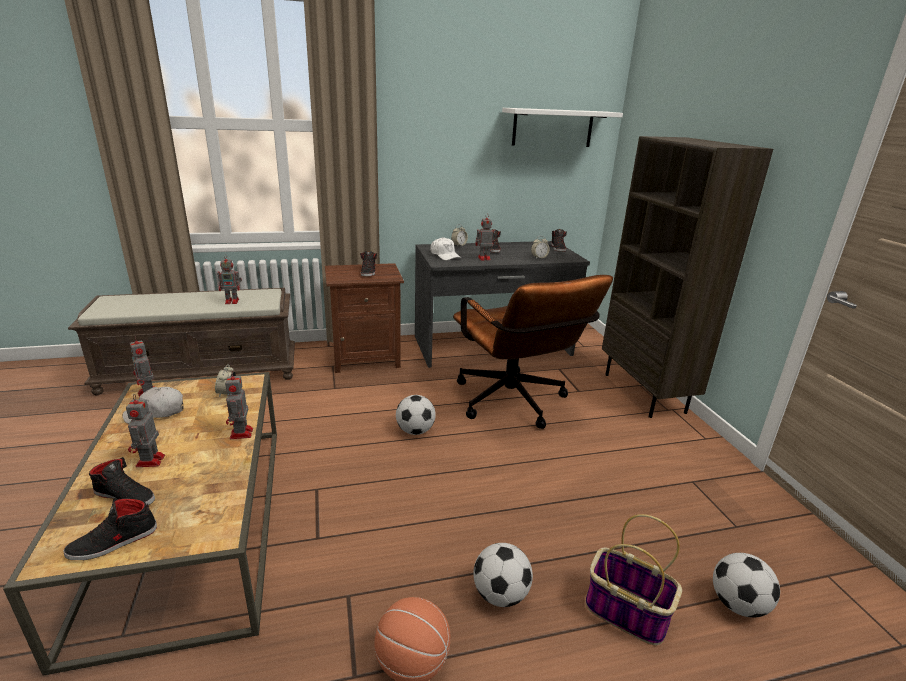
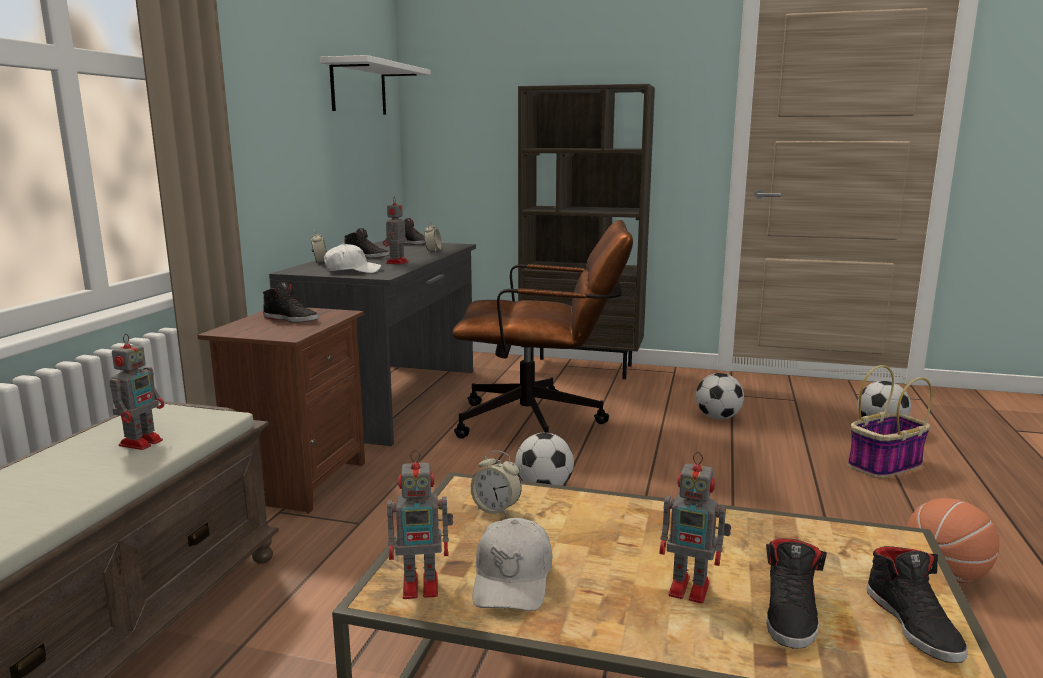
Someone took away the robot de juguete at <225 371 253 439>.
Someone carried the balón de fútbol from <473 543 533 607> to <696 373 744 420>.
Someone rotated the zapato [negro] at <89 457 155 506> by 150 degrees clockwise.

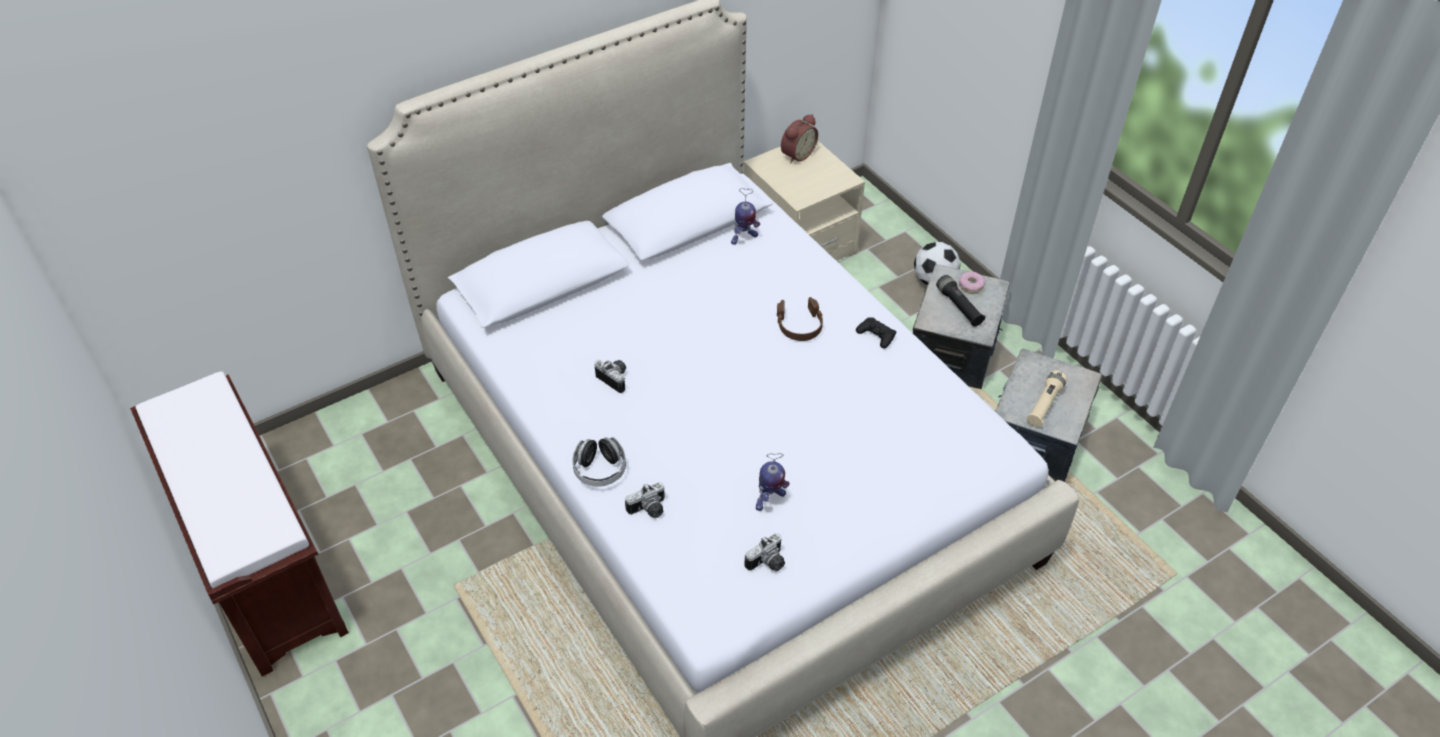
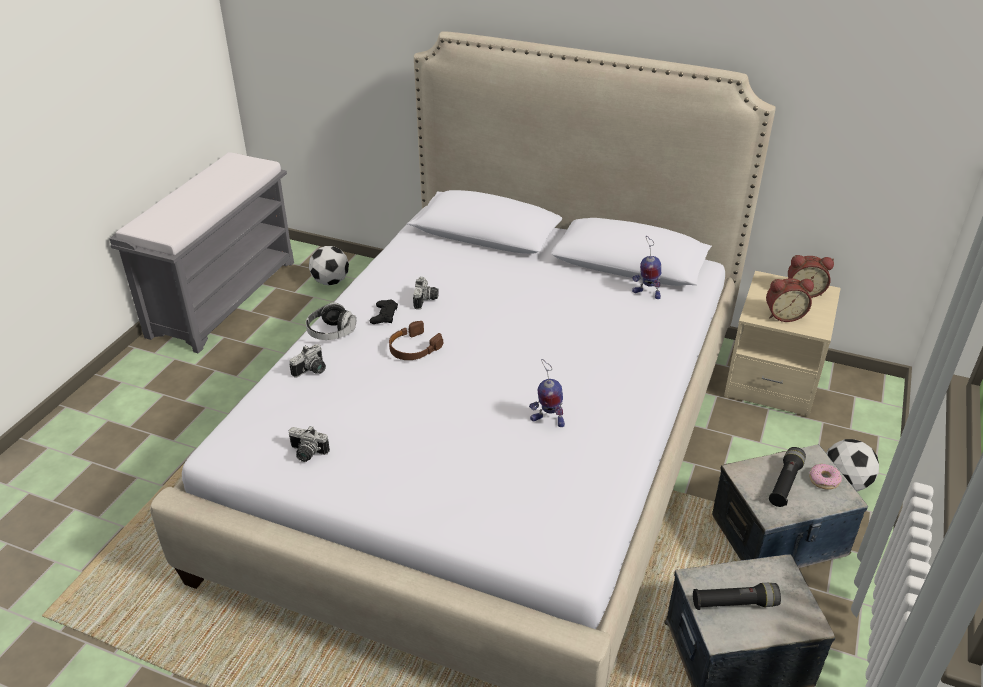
Someone put down the balón de fútbol at <309 246 349 285>.
Someone put down the despertador at <766 278 814 322>.
Someone carried the robot de juguete from <756 453 790 511> to <529 359 565 427>.
Someone carried the auriculares [marrón] from <777 297 823 341> to <389 321 443 360>.
Someone carried the mando de consola [negro] from <856 317 896 349> to <370 300 398 324>.
Someone repainted the banco [marrón] at <130 372 349 677>, which became the banco [gris] at <109 152 294 353>.
Someone repainted the linterna [beis] at <1027 370 1067 427>, which became the linterna [negro] at <693 583 781 610>.
Someone rotated the cámara at <625 482 665 518> by 75 degrees counterclockwise.

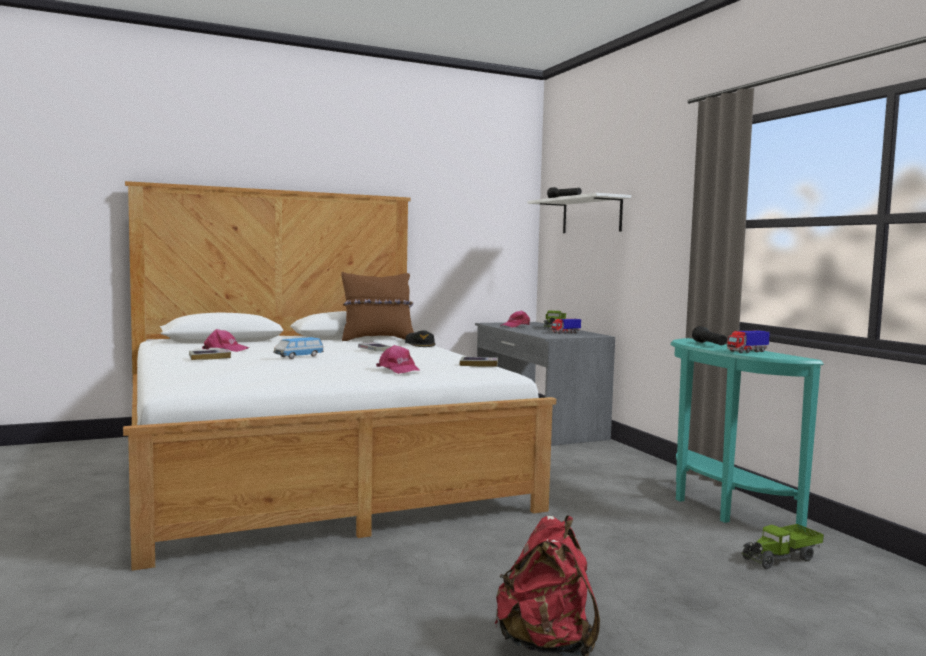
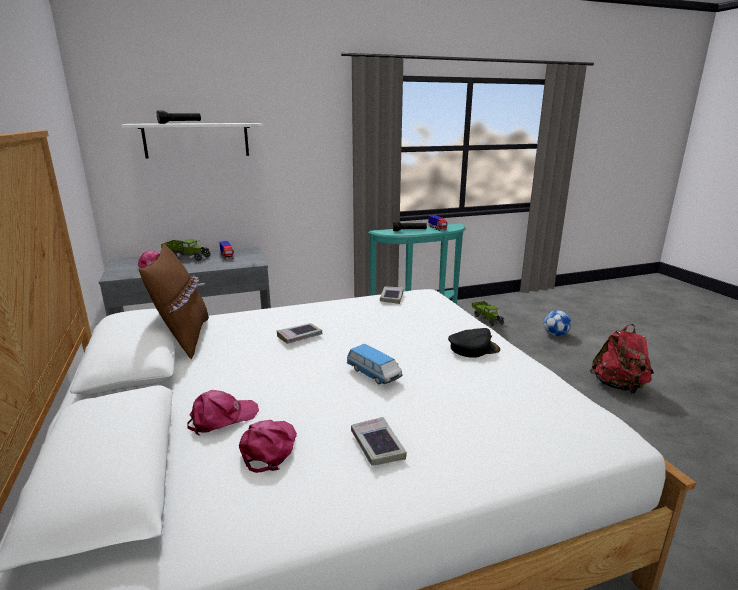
Someone put down the balón de fútbol at <544 310 572 337>.
Someone carried the gorra [rosa] from <376 345 422 374> to <187 390 259 436>.
Someone carried the gorra [negro] from <405 330 436 347> to <448 328 500 358>.

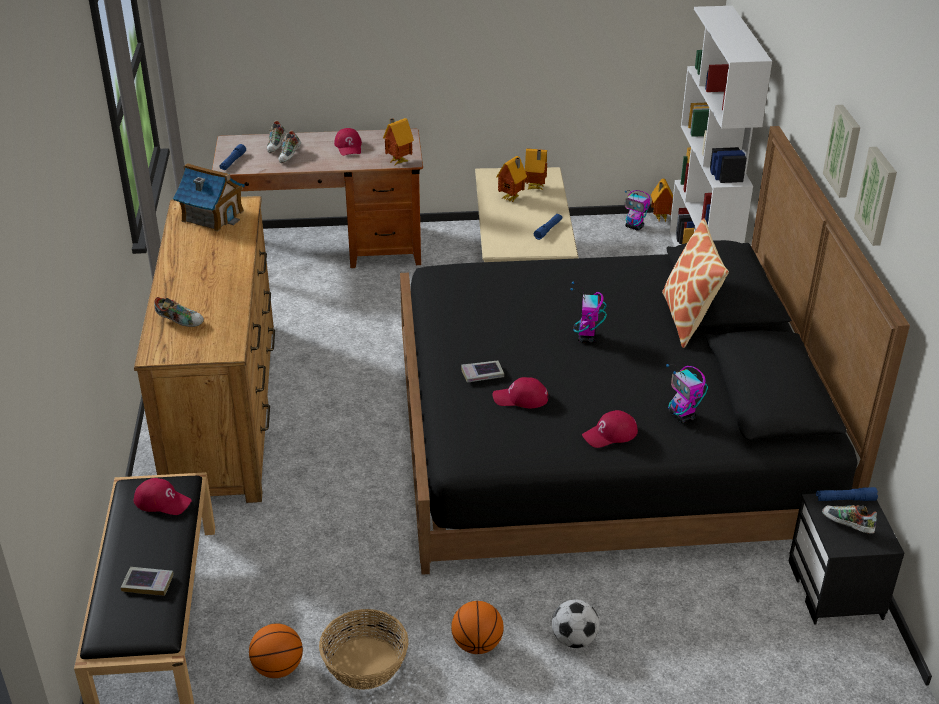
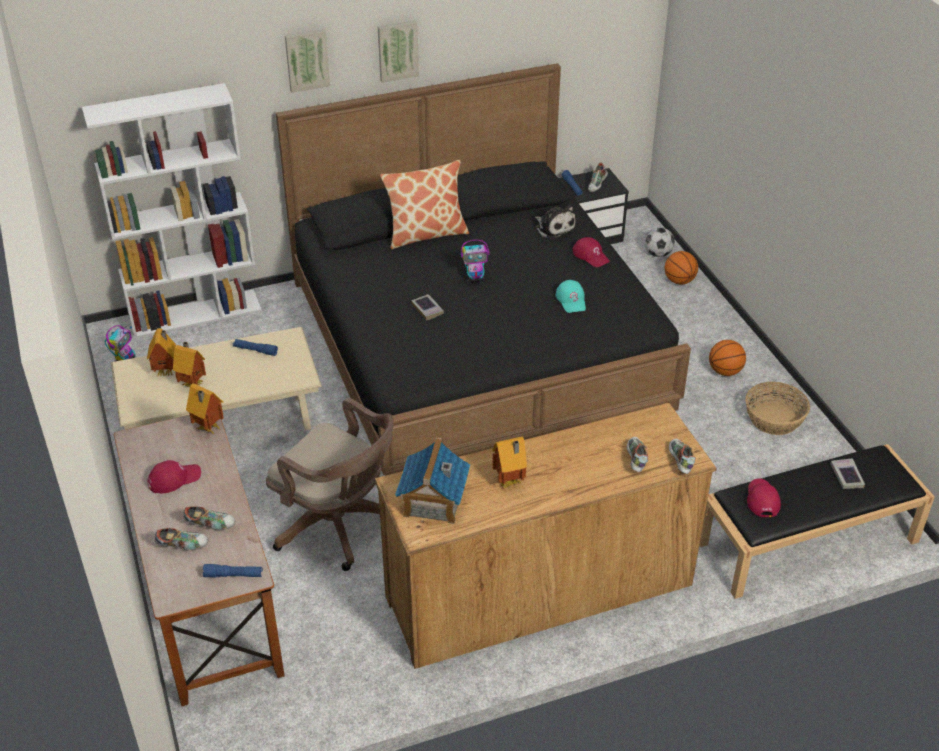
Someone put down the silla de oficina [marrón] at <266 398 394 571>.
Someone put down the zapato at <669 439 696 474>.
Someone carried the balón de baloncesto from <249 624 303 678> to <665 251 698 285>.
Someone carried the libro from <461 361 504 383> to <411 294 444 321>.
Someone carried the balón de fútbol from <552 599 599 648> to <645 227 675 257>.
Someone carried the casita from <651 179 673 222> to <492 437 527 489>.
Someone carried the cuadro from <854 147 897 246> to <285 29 330 93>.
Someone swapped the robot de juguete at <666 364 708 423> for the peluche at <535 204 576 240>.
Someone repainted the gorra [rojo] at <492 377 548 408>, which became the gorra [turquesa] at <556 280 586 313>.

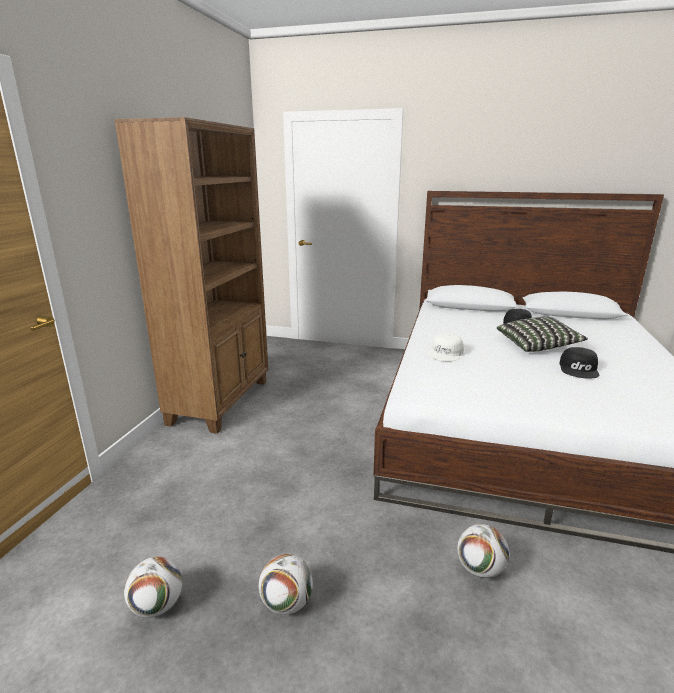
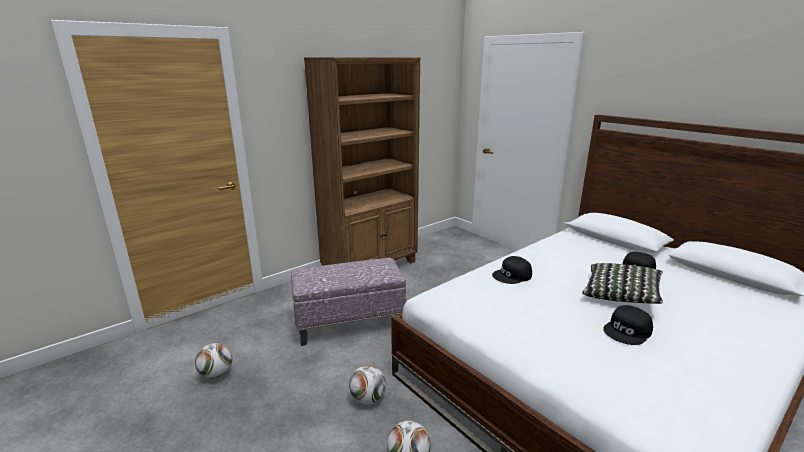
Someone put down the puf at <291 258 406 346>.
Someone carried the balón de fútbol from <259 554 313 615> to <349 365 386 404>.
Someone repainted the gorra [blanco] at <427 333 464 361>, which became the gorra [negro] at <492 256 532 284>.

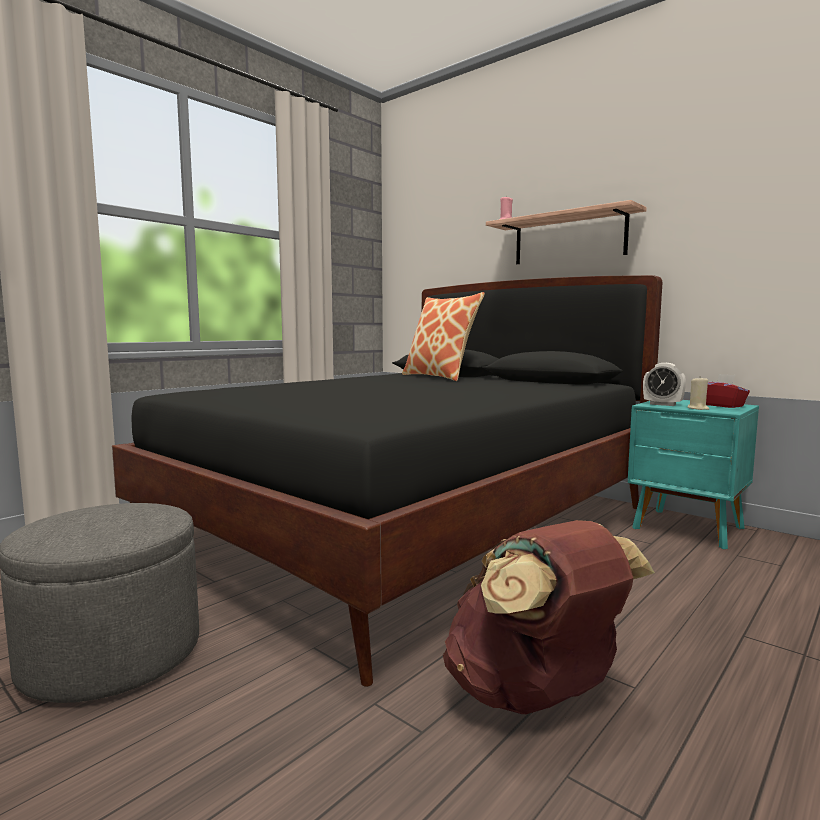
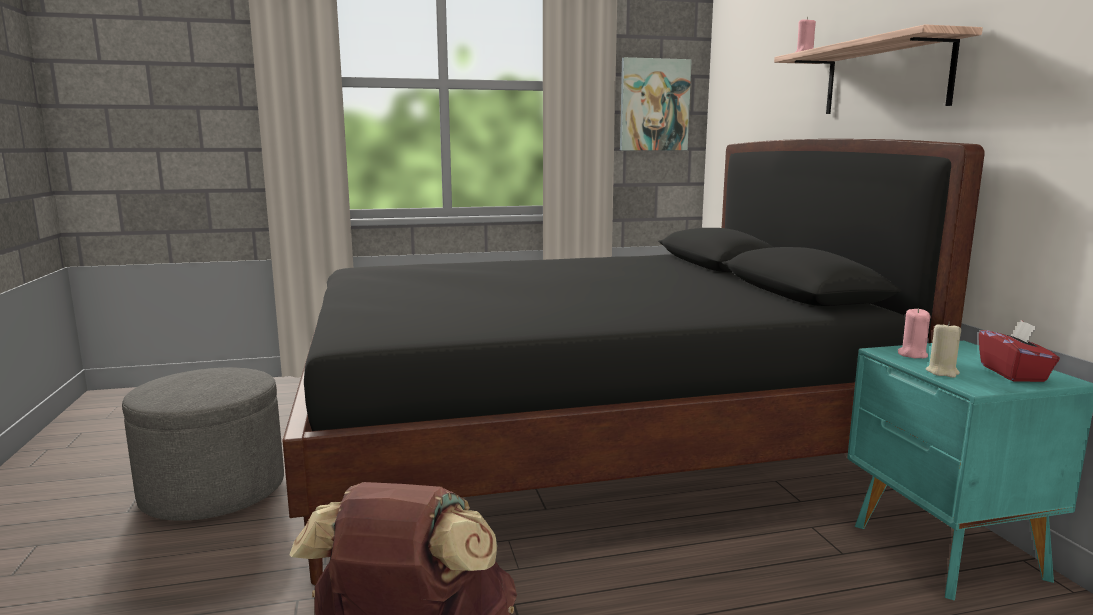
Someone took away the cojín at <402 292 485 381>.
Someone put up the cuadro at <620 57 692 151>.
Someone swapped the despertador at <643 363 686 406> for the vela [rosa] at <898 308 930 358>.

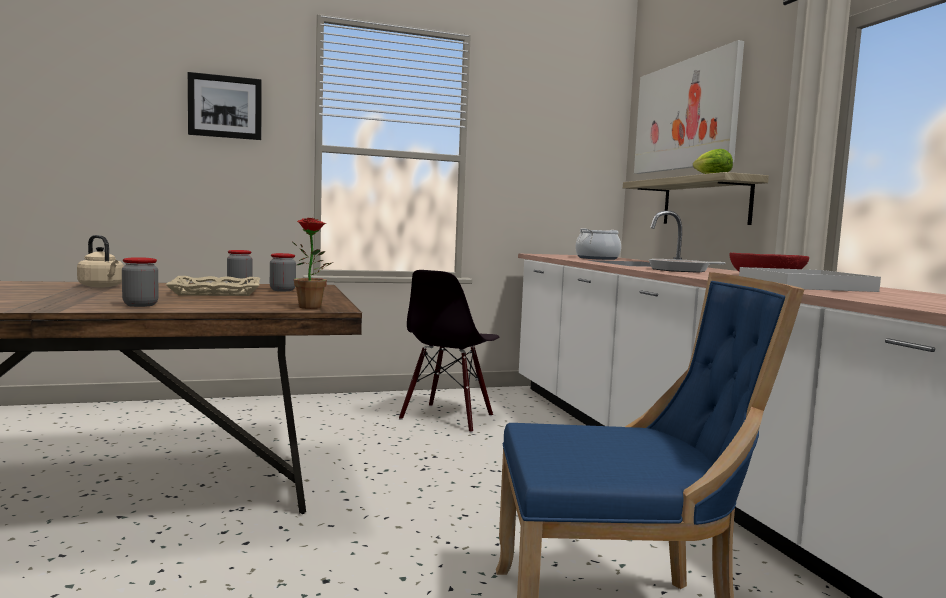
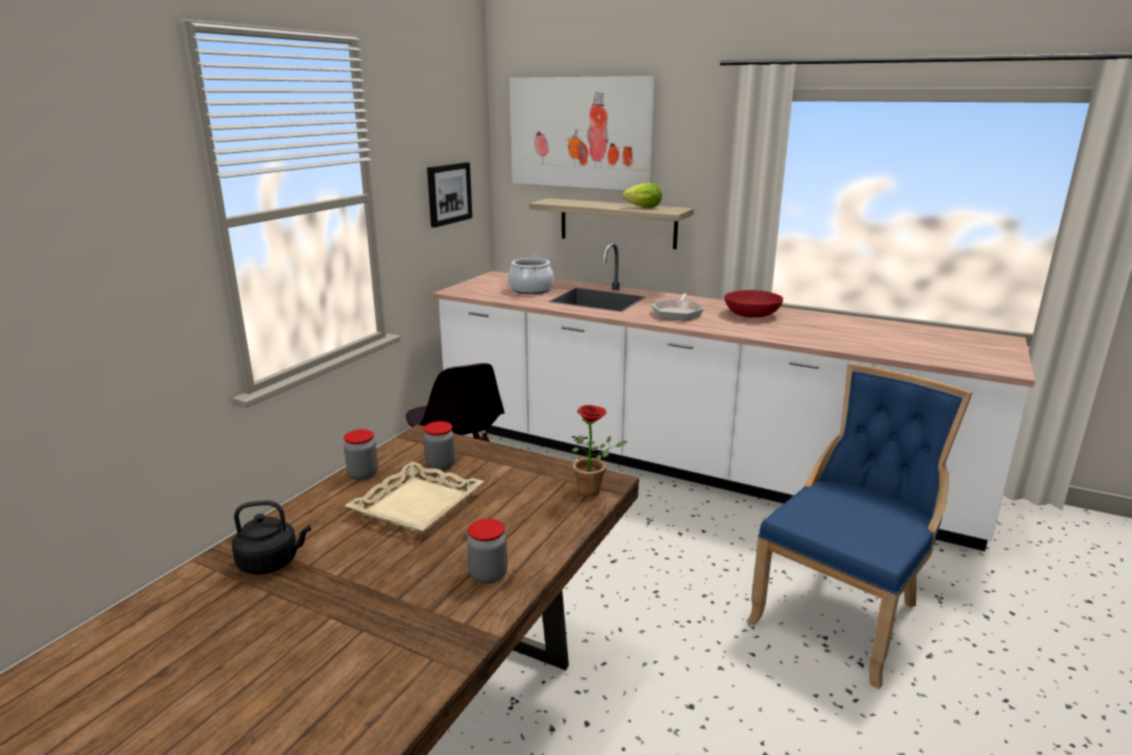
Someone took away the bandeja [blanco] at <739 267 881 292>.
Someone carried the cuadro from <188 72 262 140> to <427 162 472 228>.
Someone repainted the hervidor [beis] at <77 235 124 288>, which became the hervidor [negro] at <232 500 311 574>.

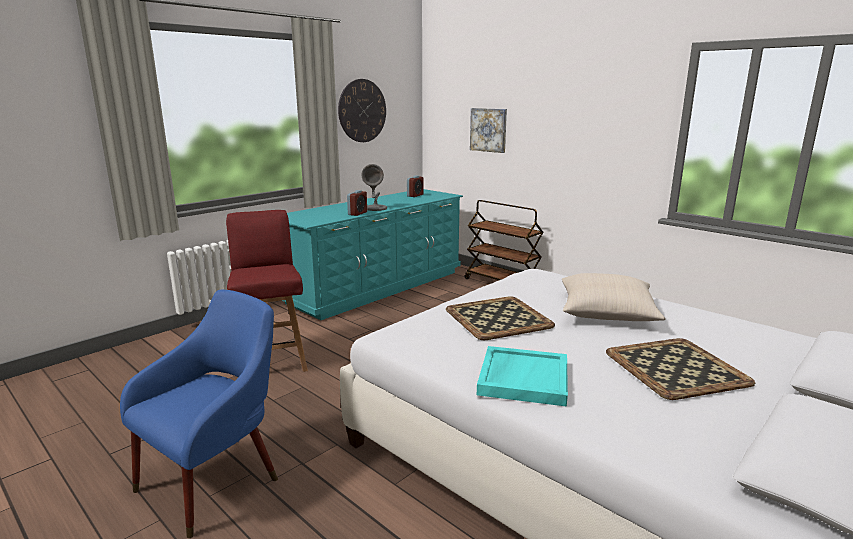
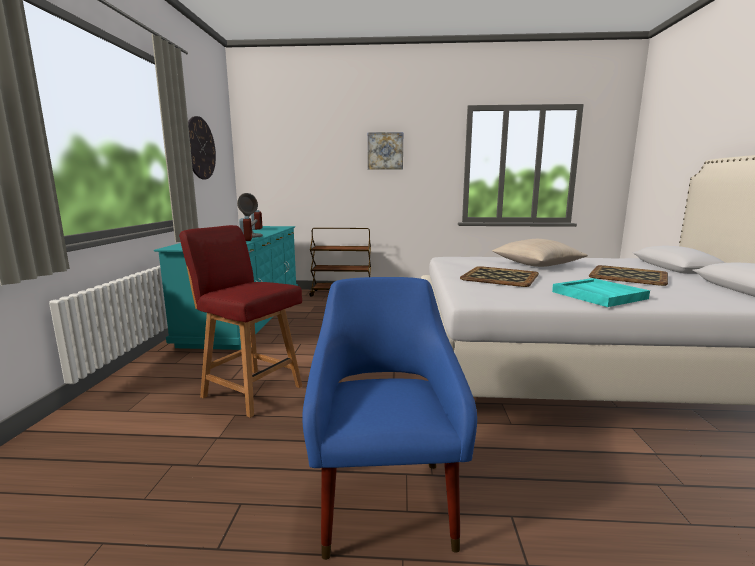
Someone carried the cuadro from <470 108 507 153> to <368 132 403 170>.

